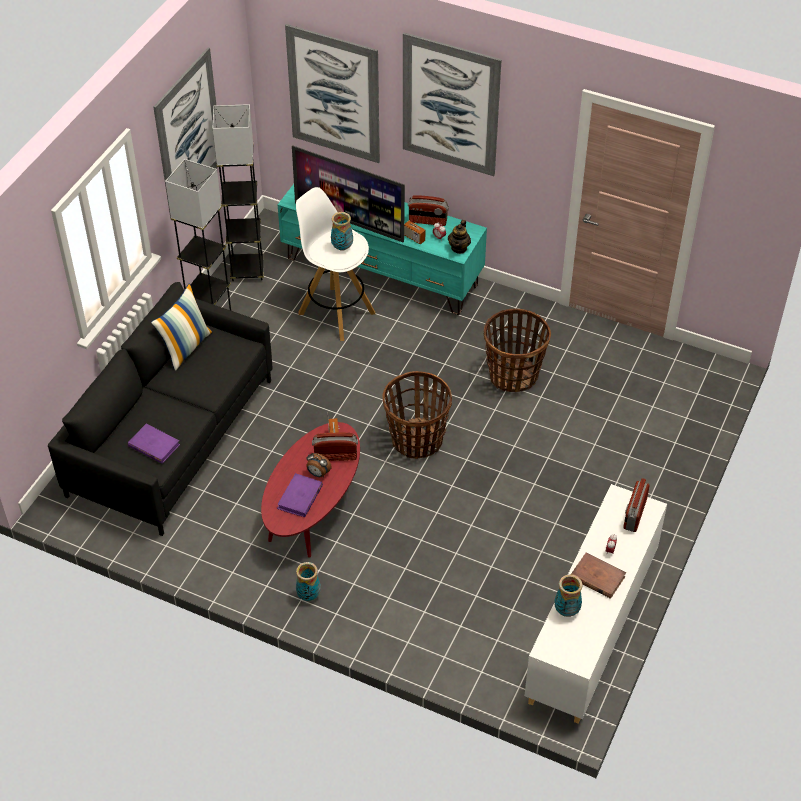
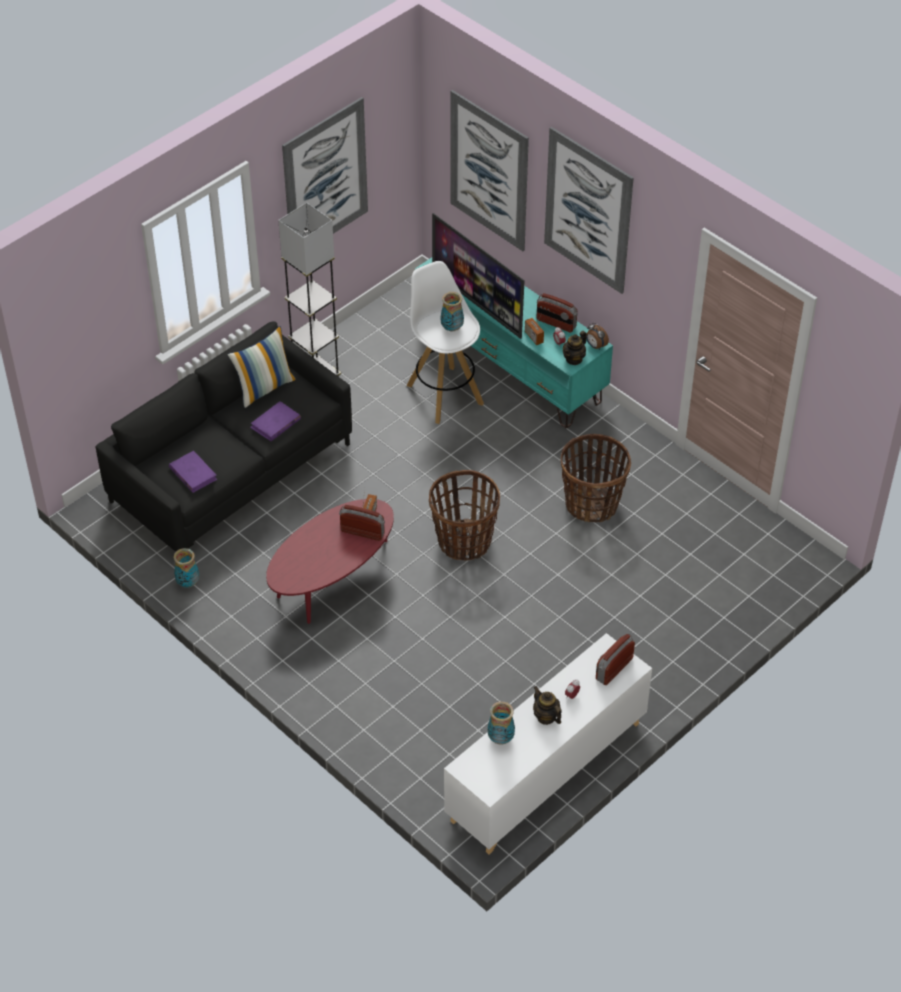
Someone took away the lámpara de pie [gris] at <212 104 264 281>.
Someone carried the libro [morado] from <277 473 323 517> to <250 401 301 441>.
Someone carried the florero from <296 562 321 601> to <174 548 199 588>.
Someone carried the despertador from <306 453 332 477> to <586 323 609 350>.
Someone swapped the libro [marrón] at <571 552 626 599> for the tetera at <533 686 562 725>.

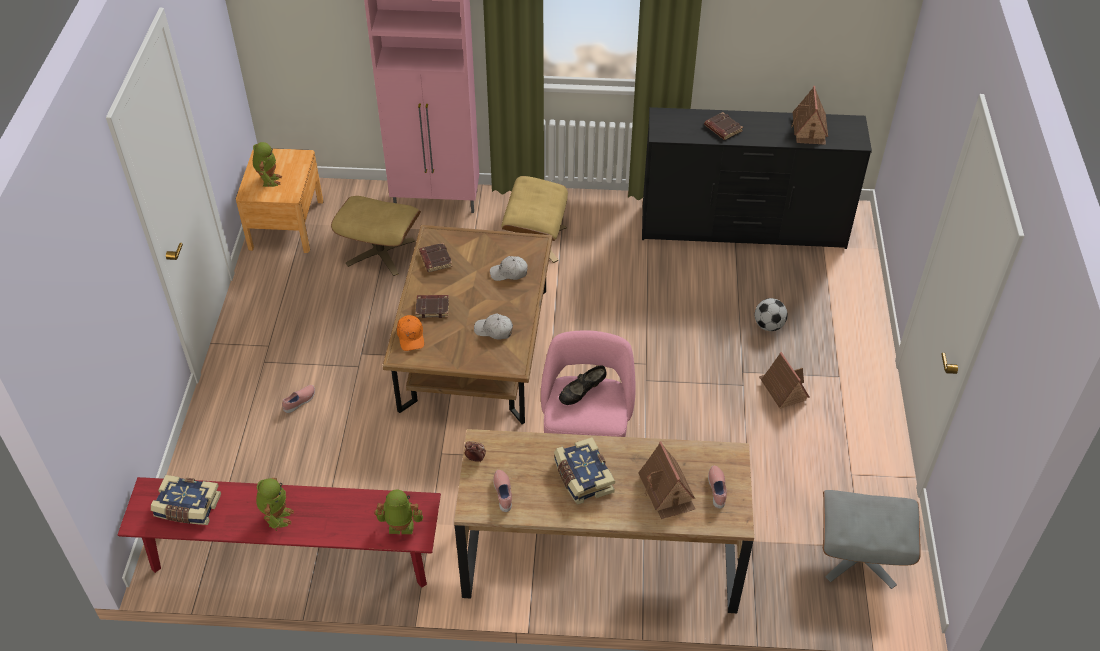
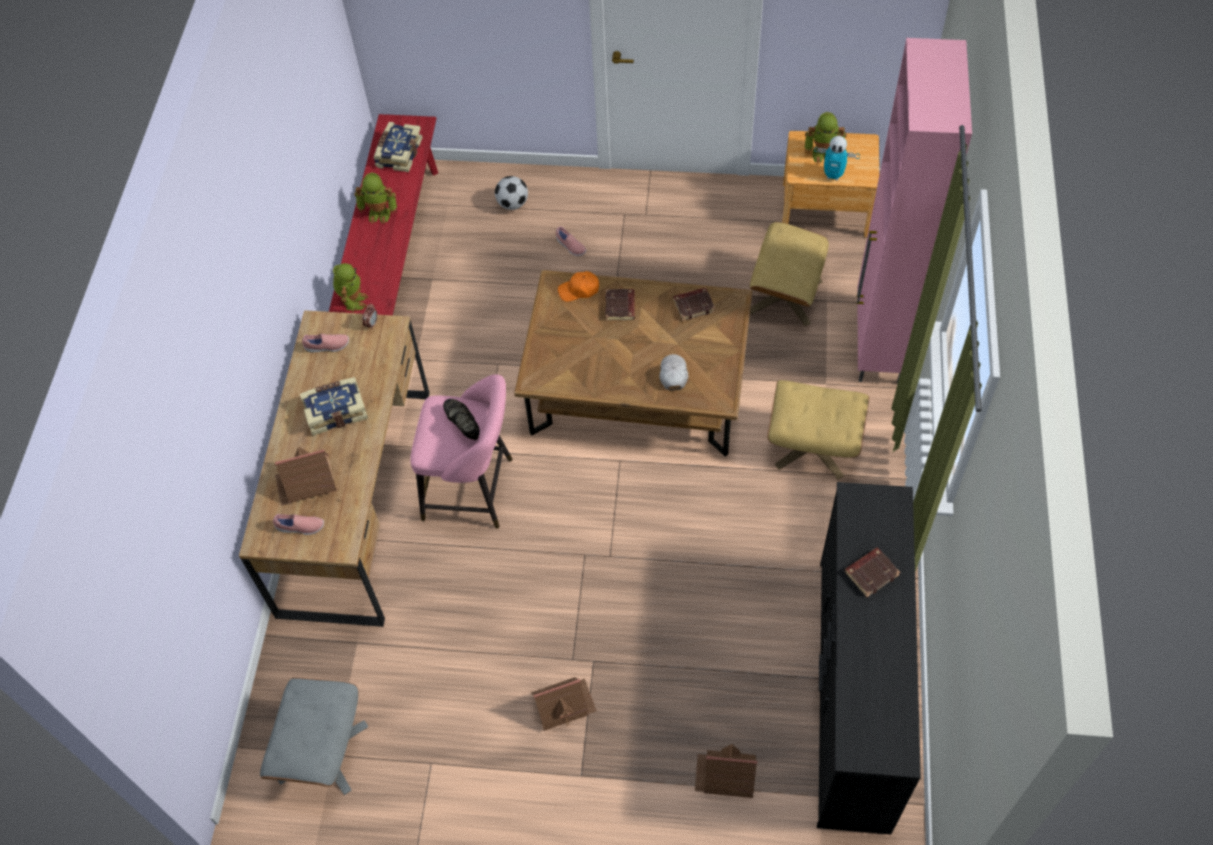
Someone took away the gorra [blanco] at <474 313 513 340>.
Someone put down the robot de juguete at <814 136 860 180>.
Someone carried the balón de fútbol from <755 298 788 331> to <495 176 528 210>.
Someone carried the casita from <791 86 828 145> to <695 744 758 798>.

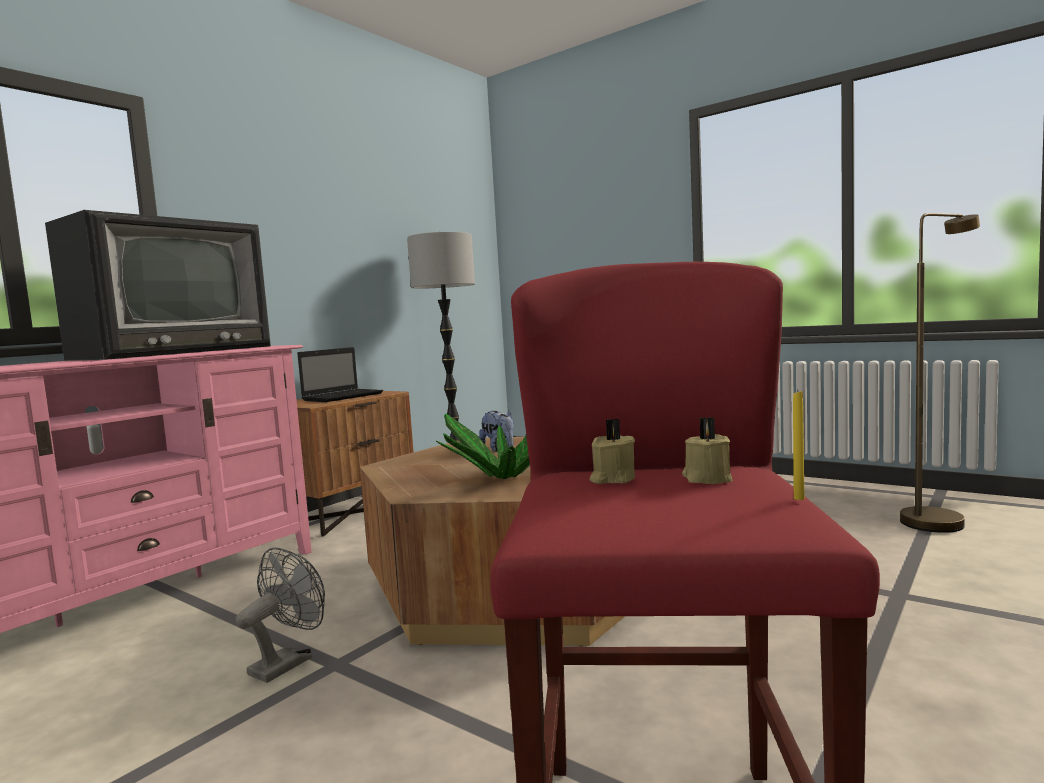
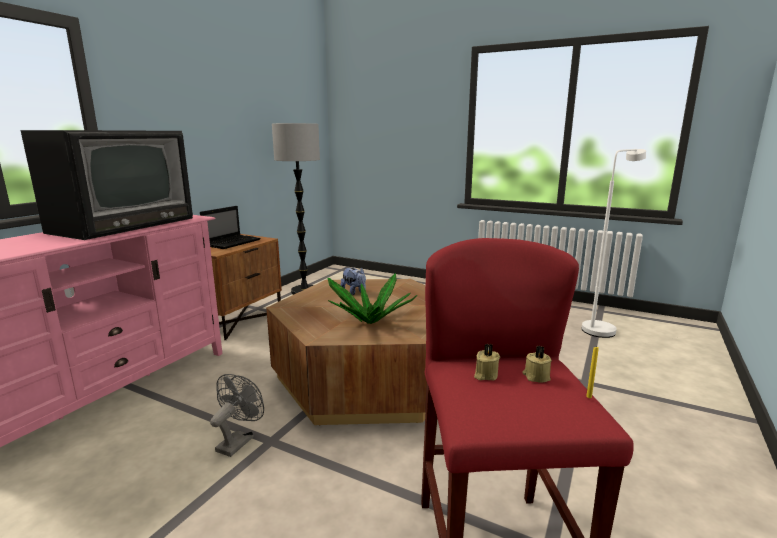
Someone repainted the lámpara de pie [marrón] at <900 213 980 533>, which became the lámpara de pie [blanco] at <582 149 646 338>.

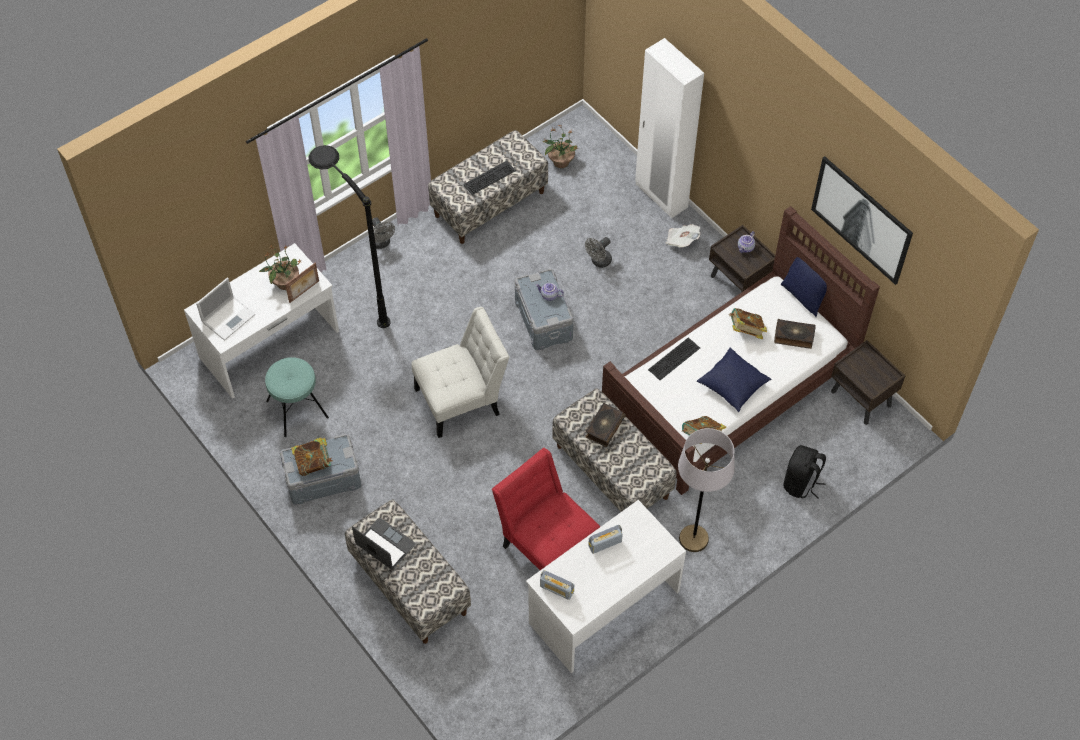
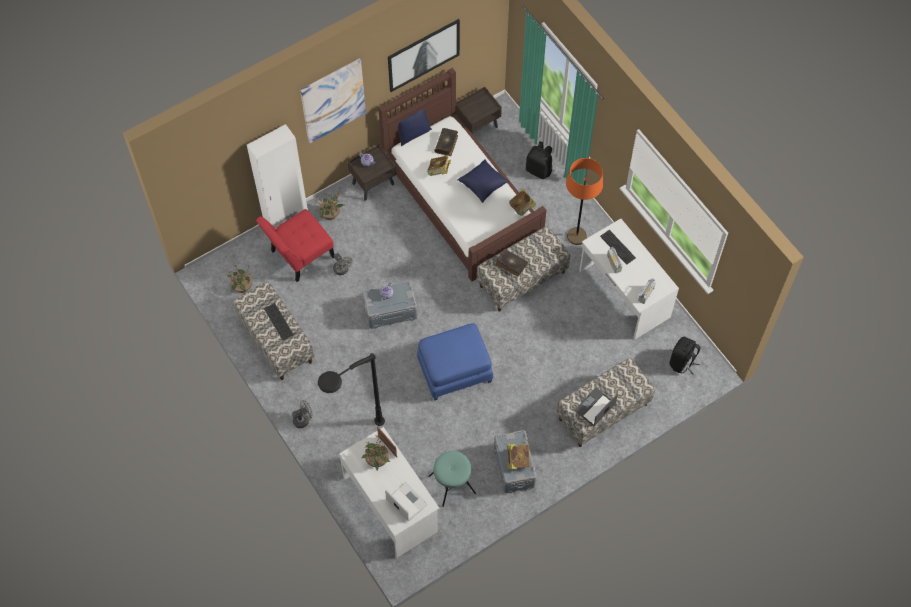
Someone put up the cuadro at <300 59 366 143>.
Someone put down the mochila [negro] at <669 337 701 375>.
Someone carried the silla [rojo] from <492 448 600 570> to <256 209 335 282>.
Someone carried the teclado from <648 337 700 380> to <600 230 636 265>.
Someone swapped the silla [blanco] at <411 307 509 438> for the puf [azul] at <417 323 493 401>.
Someone swapped the periódico at <666 224 701 247> for the planta en maceta at <315 193 345 220>.
Someone repainted the lámpara de pie [gris] at <678 428 735 552>, which became the lámpara de pie [naranja] at <566 158 603 245>.

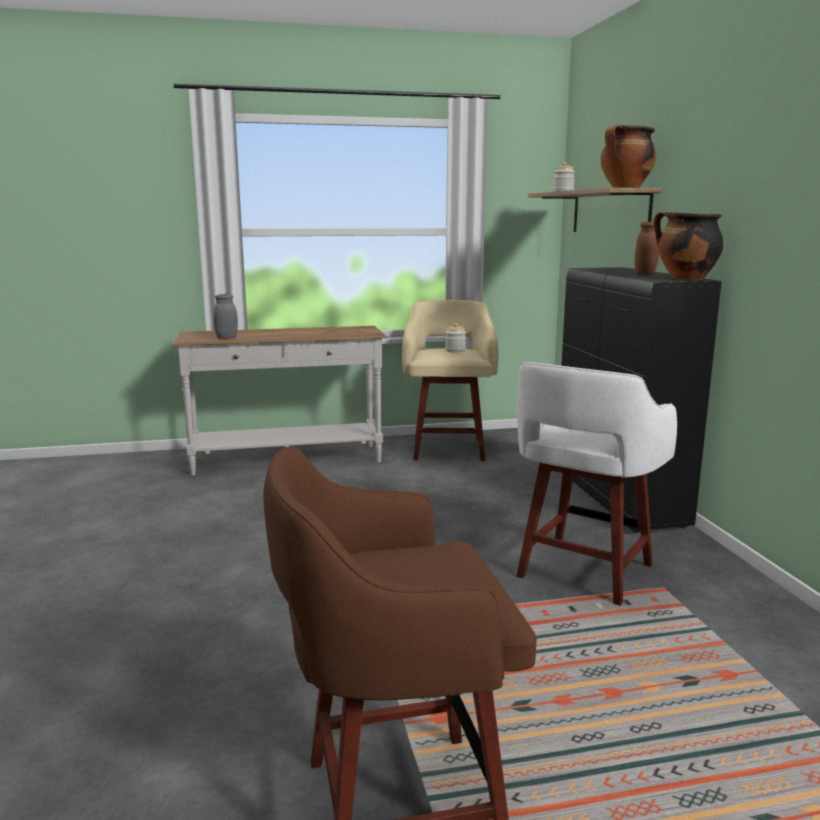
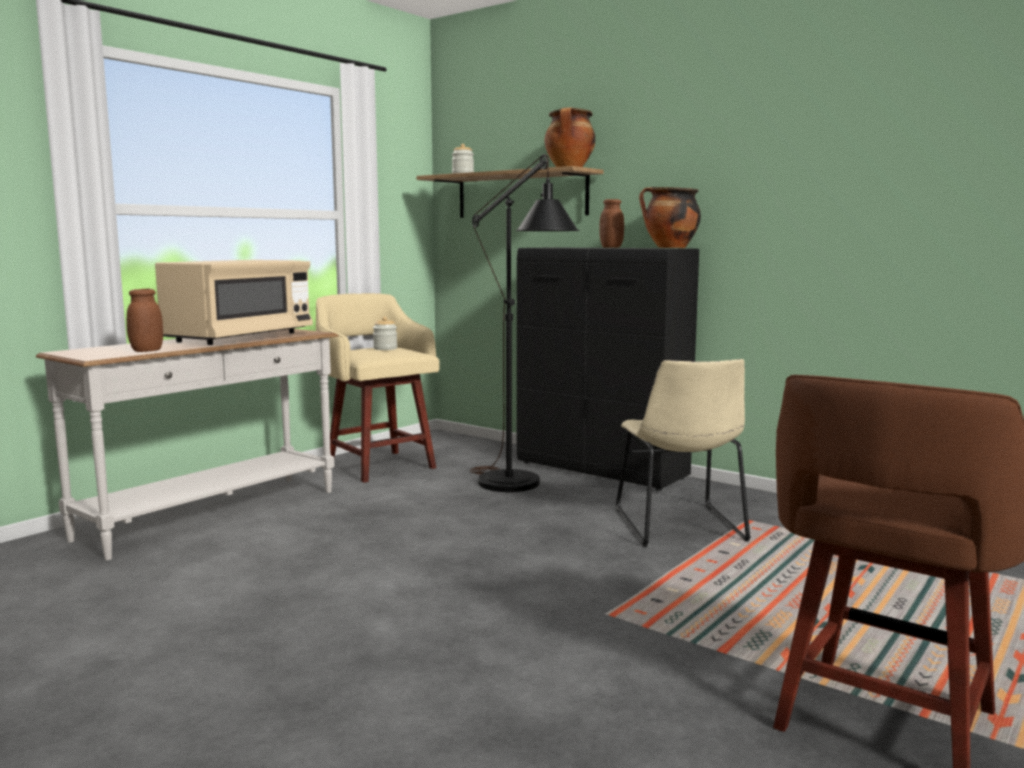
Someone put down the microondas [beis] at <155 260 313 345>.
Someone put down the lámpara de pie [negro] at <470 154 579 492>.
Someone swapped the taburete [blanco] at <516 362 677 606> for the silla [beis] at <616 359 750 547>.
Someone repainted the tarro [gris] at <213 294 238 339>, which became the tarro [marrón] at <127 289 163 352>.

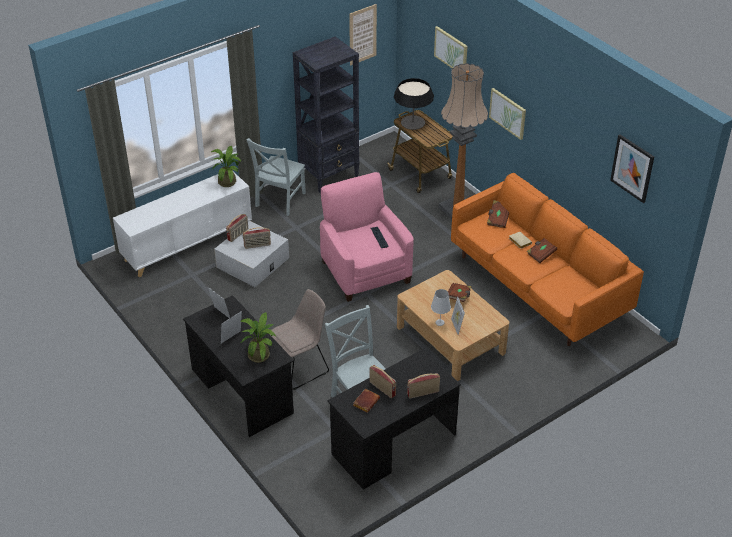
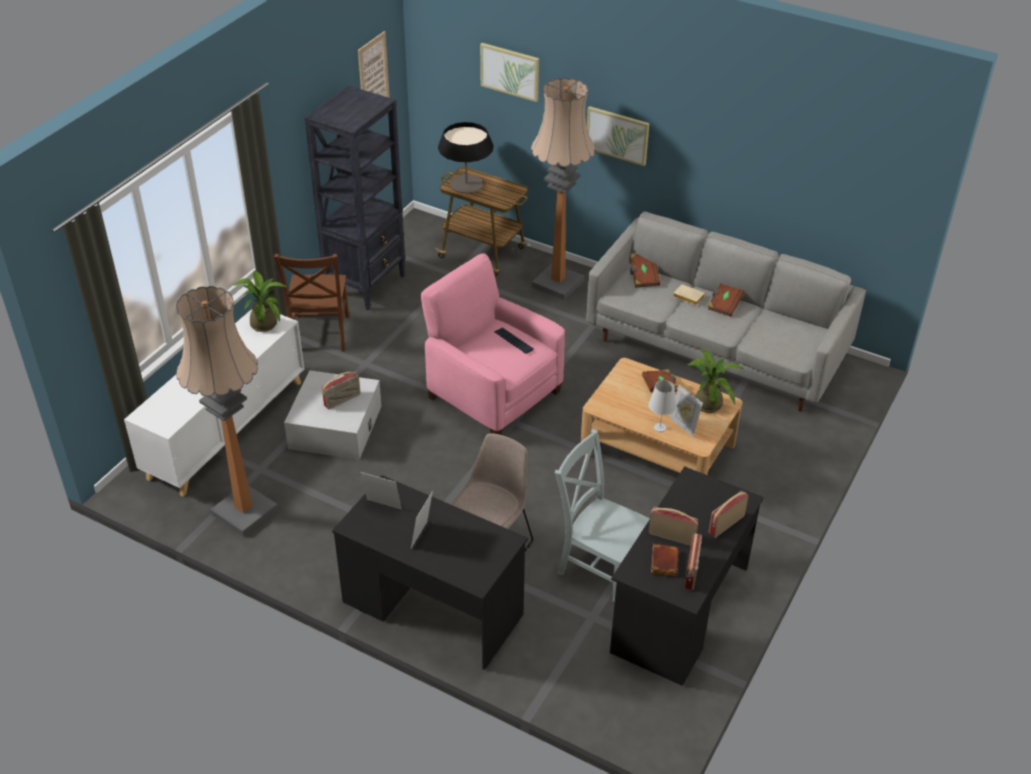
Someone took away the cuadro at <610 134 654 203>.
Someone put down the lámpara de pie at <176 286 278 537>.
Someone carried the radio from <226 214 248 242> to <684 533 702 590>.
Someone carried the planta en maceta from <240 312 276 363> to <687 348 745 413>.
Someone repainted the silla [gris] at <247 138 306 216>, which became the silla [marrón] at <274 254 349 352>.
Someone repainted the sofá [naranja] at <451 173 644 346>, which became the sofá [gris] at <586 212 866 412>.

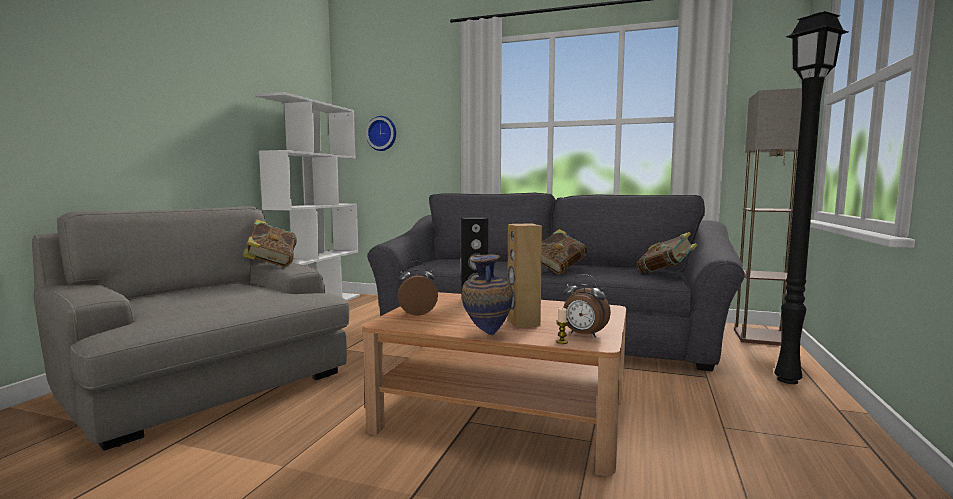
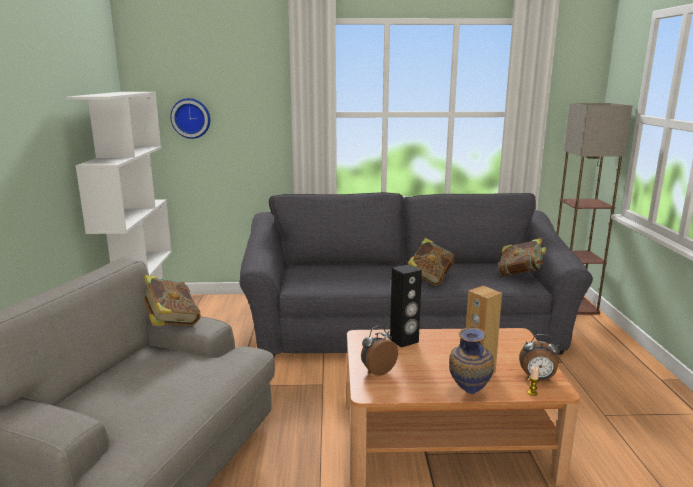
Someone took away the lámpara de pie [negro] at <774 11 848 384>.

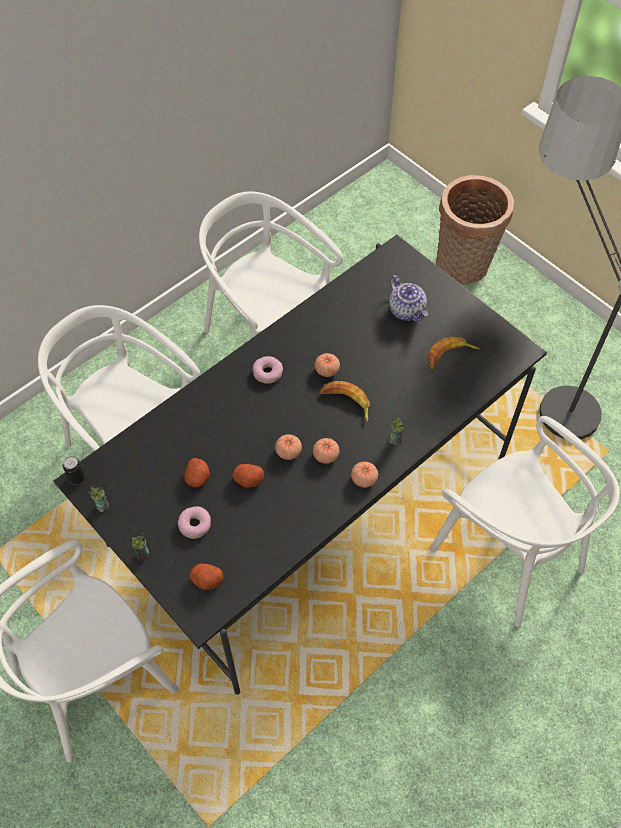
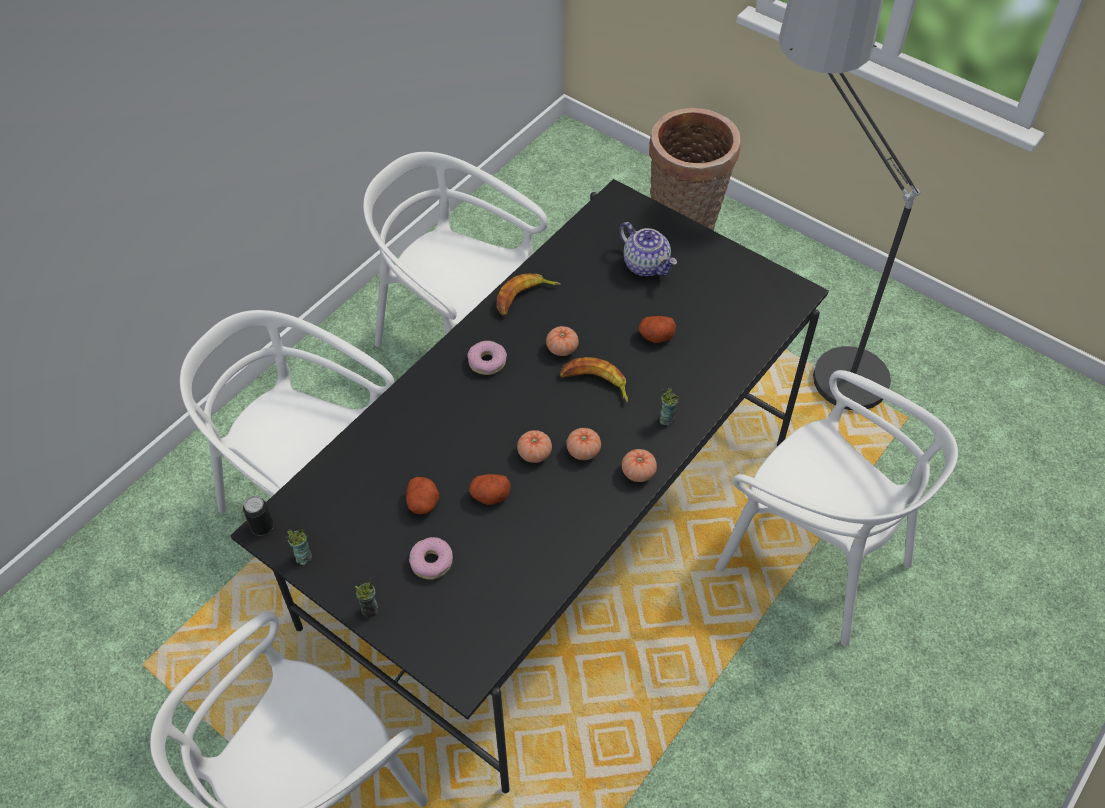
Someone carried the patata from <190 564 223 590> to <639 316 676 343>.
Someone carried the plátano from <427 337 480 370> to <496 273 561 316>.

